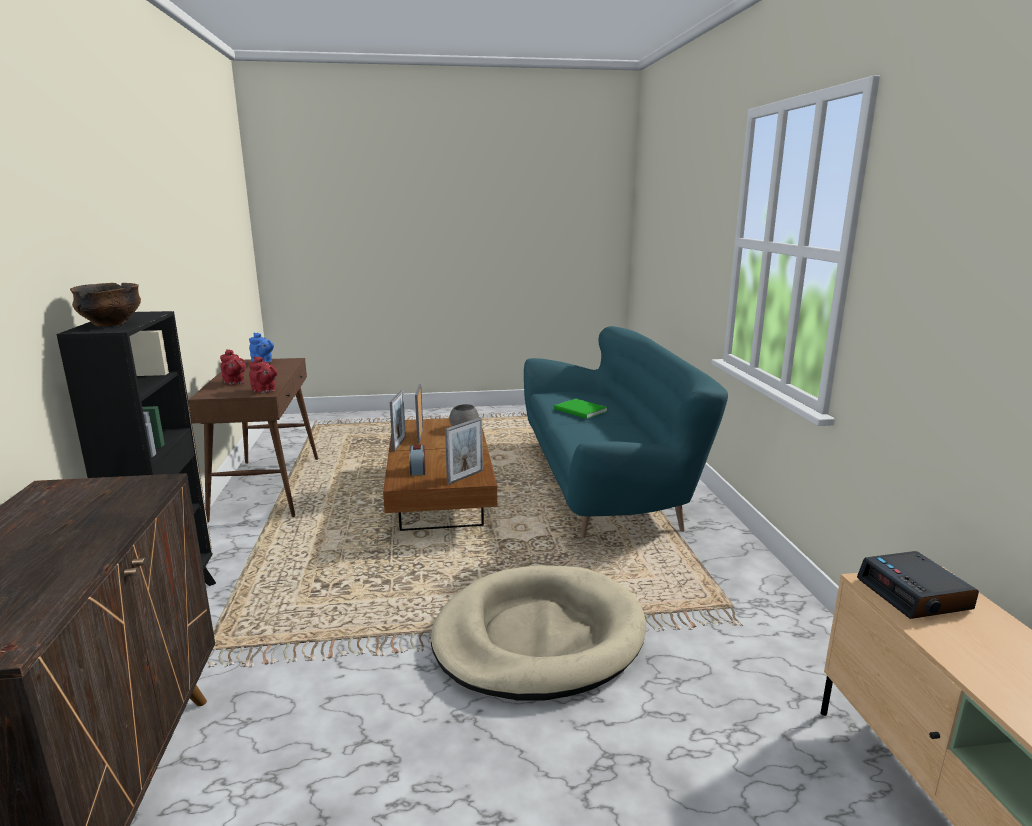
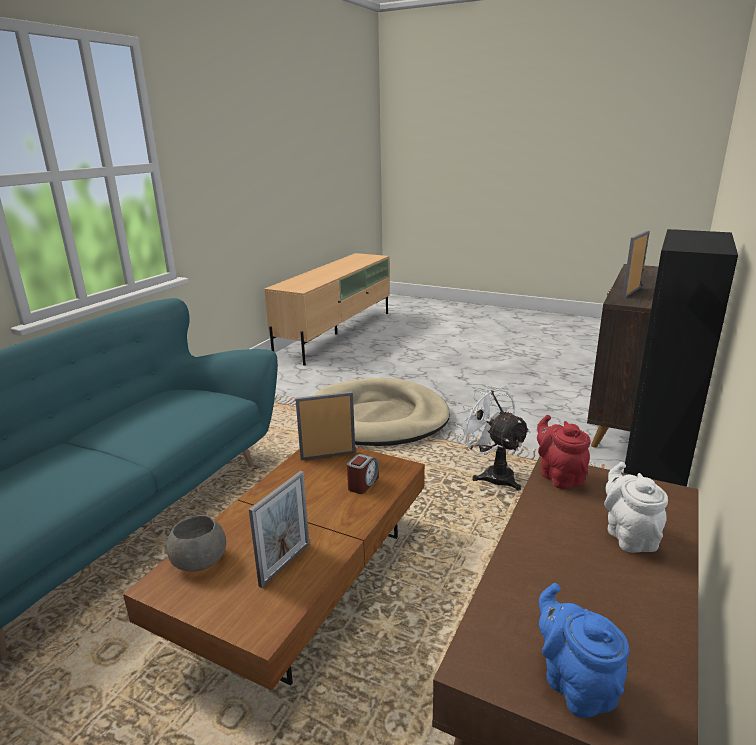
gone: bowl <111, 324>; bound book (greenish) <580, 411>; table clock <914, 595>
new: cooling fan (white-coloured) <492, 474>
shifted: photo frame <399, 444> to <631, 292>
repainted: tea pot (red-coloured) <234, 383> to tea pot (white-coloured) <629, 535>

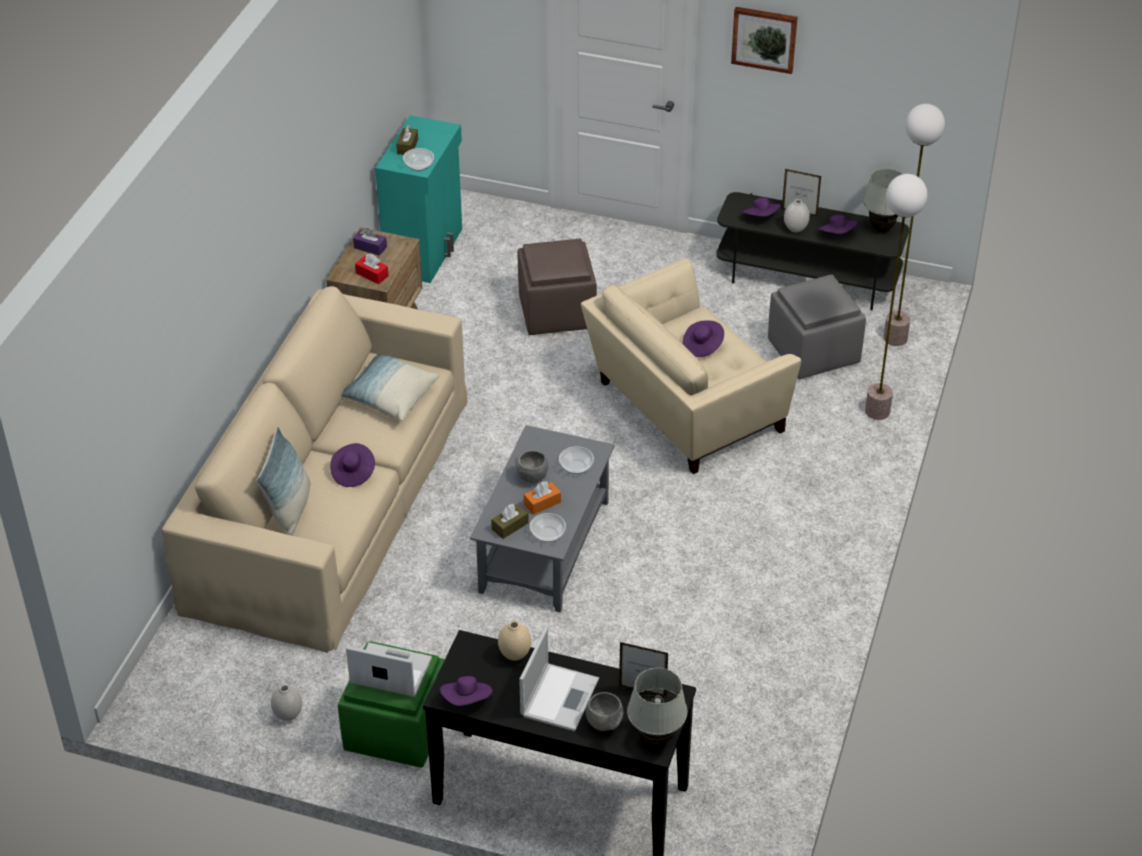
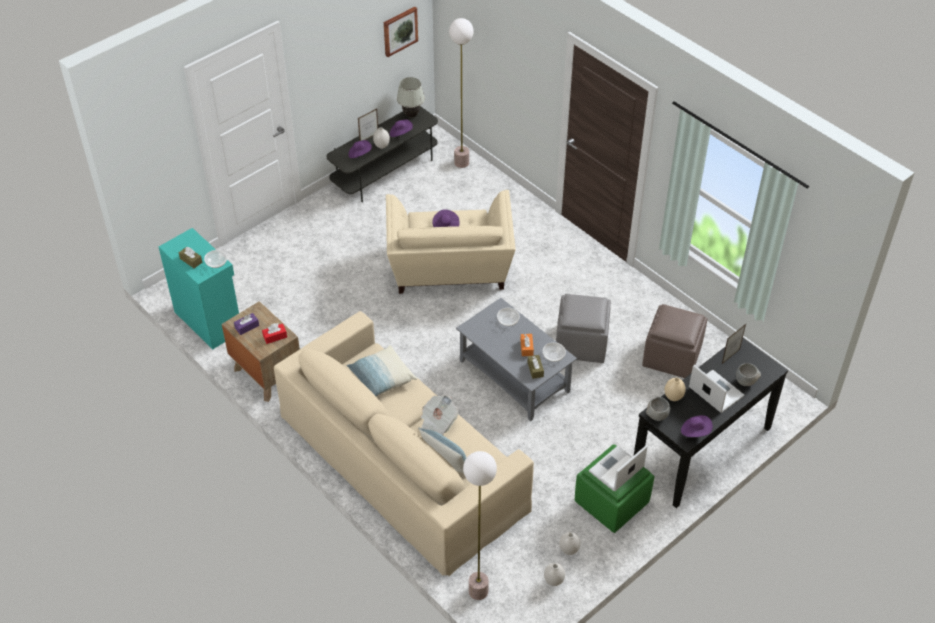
gone: table lamp (white-coloured) <656, 740>
new: flower vase (white-coloured) <554, 581>
shifted: bowl (greyish) <532, 478> to <656, 416>; footrest (brown) <556, 312> to <671, 357>; wall art <764, 38> to <399, 31>; footrest (greyish) <813, 351> to <580, 343>; standing lamp <877, 411> to <478, 591>
swapped: clothing hat (purple-coloured) <353, 473> to printed paper <437, 423>

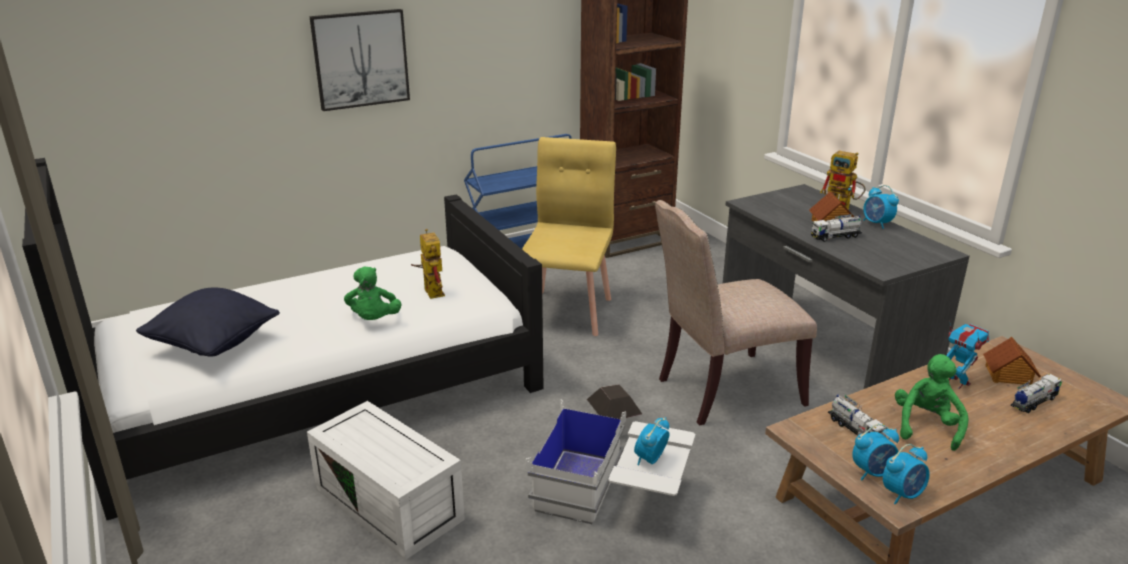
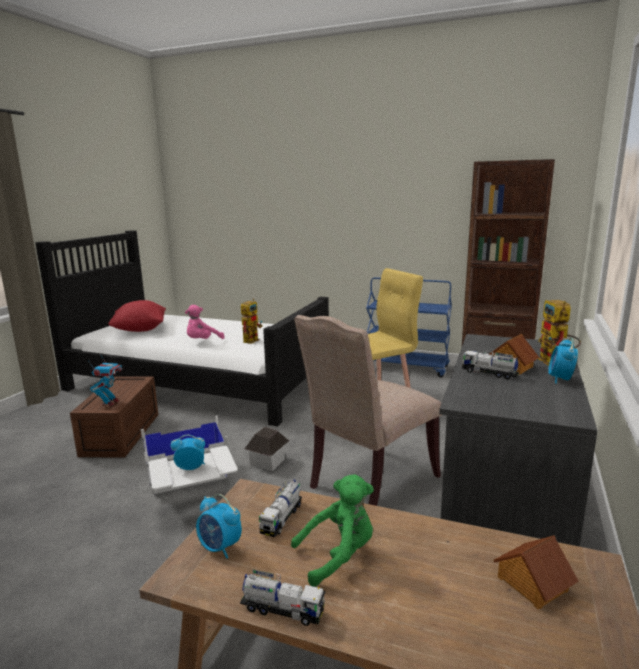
gone: wall art <360, 59>; table clock <902, 494>
shifted: toy robot <956, 382> to <110, 402>; toy lorry <1033, 402> to <282, 610>
repainted: pillow (black-coloured) <214, 345> to pillow (red-coloured) <140, 330>; storage box (white-coloured) <392, 504> to storage box (brown) <122, 434>; plush toy (greenish) <374, 320> to plush toy (pink-coloured) <202, 341>
rotated: upright chair (beige-coloured) <723, 391> = <369, 483> 75 degrees counterclockwise

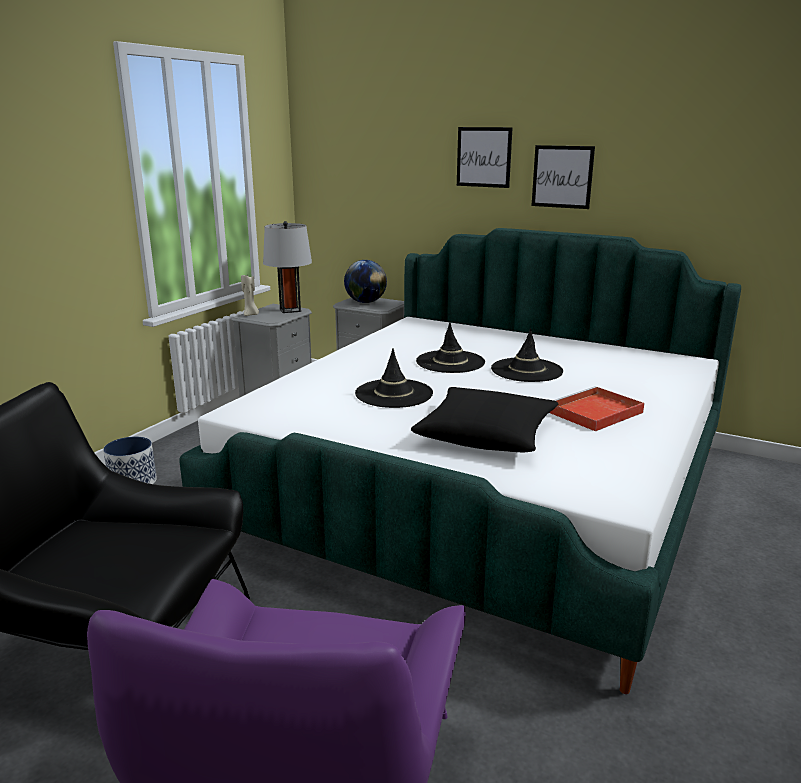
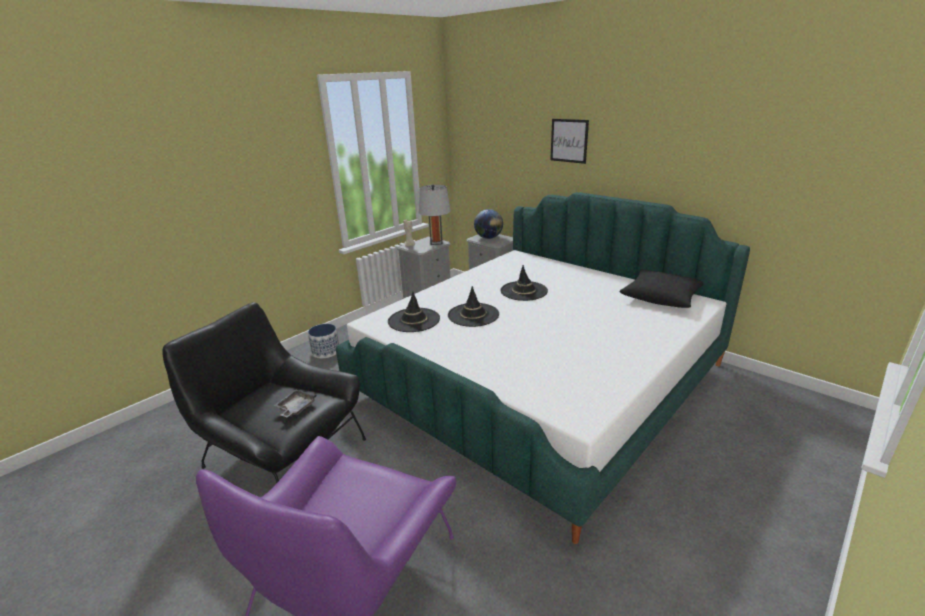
gone: wall art <562, 177>; carrying tray (red-coloured) <594, 413>
new: carrying tray (greyish) <295, 408>
shifted: pillow (black-coloured) <486, 433> to <661, 296>; clothing hat (black-coloured) <526, 370> to <413, 320>

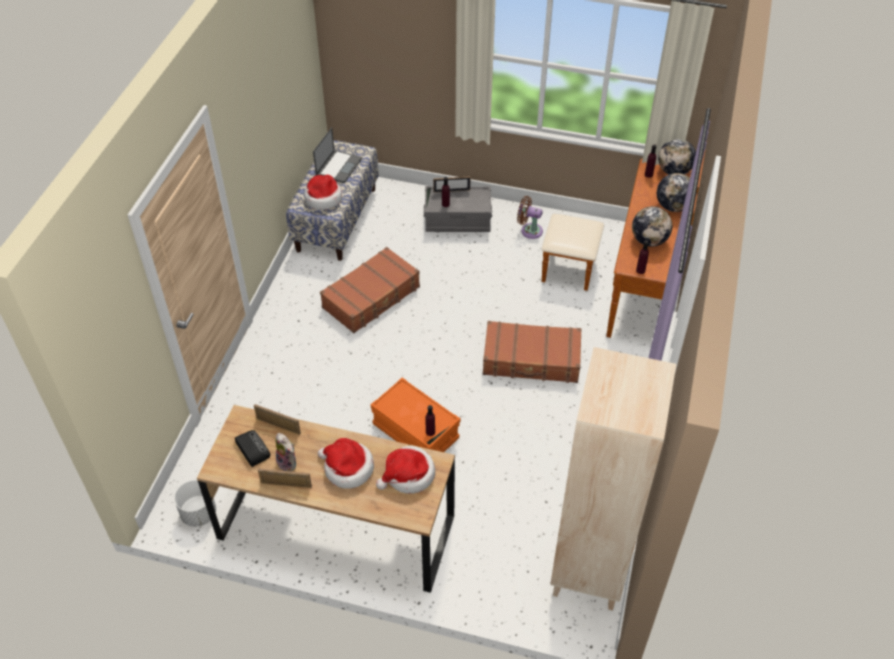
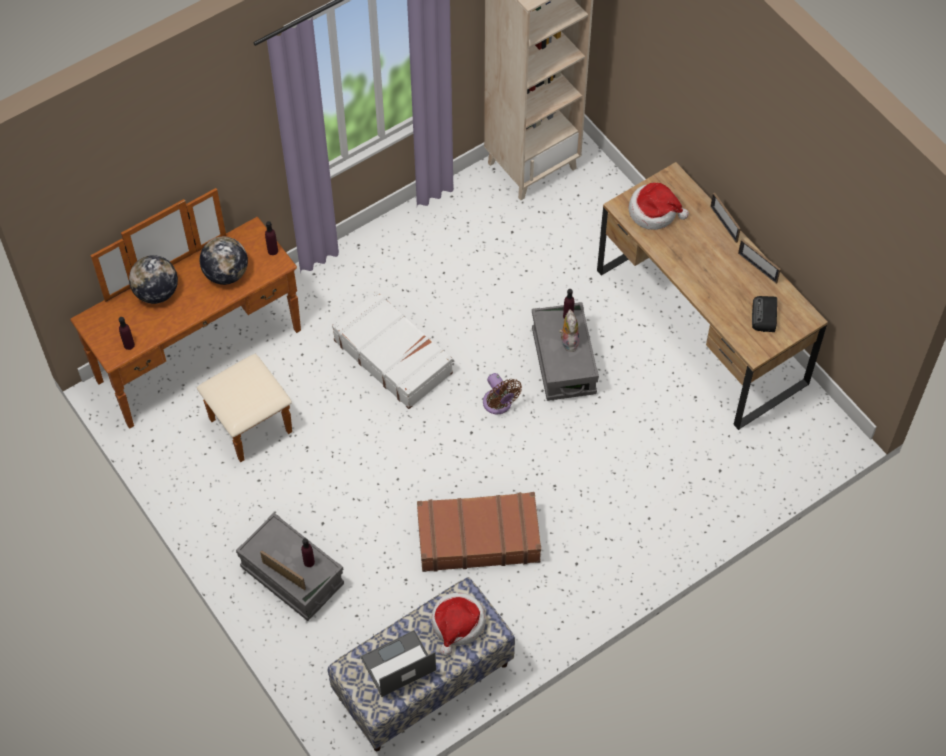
gone: planter (white-coloured) <198, 513>; clothing hat <347, 468>; world globe <674, 171>
shifted: photo frame <278, 426> to <724, 224>; plush toy <288, 463> to <568, 341>; cooling fan (brown) <529, 230> to <499, 404>
repainted: storage box (orangey) <415, 432> to storage box (greyish) <563, 362>; piece of luggage (brown) <531, 360> to piece of luggage (white-coloured) <393, 356>

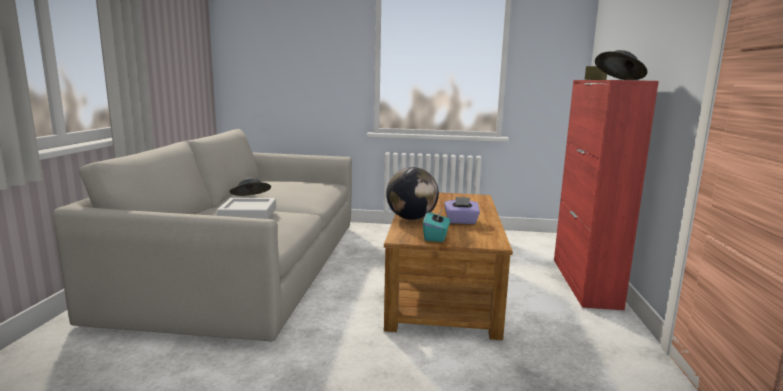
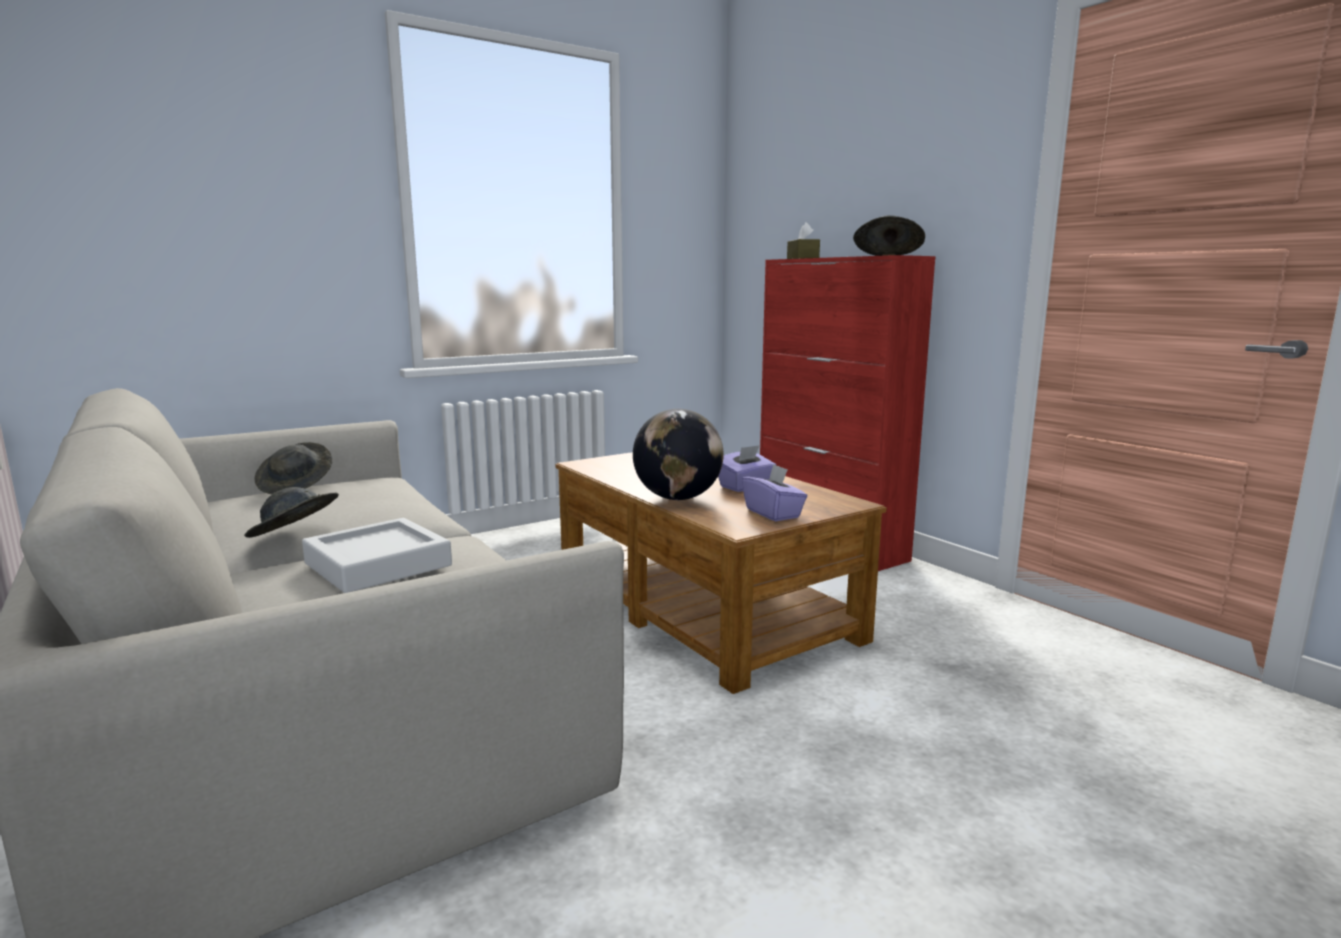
new: clothing hat (greyish) <296, 486>
repainted: tissue holder (turquoise) <436, 237> to tissue holder (purple-coloured) <773, 513>

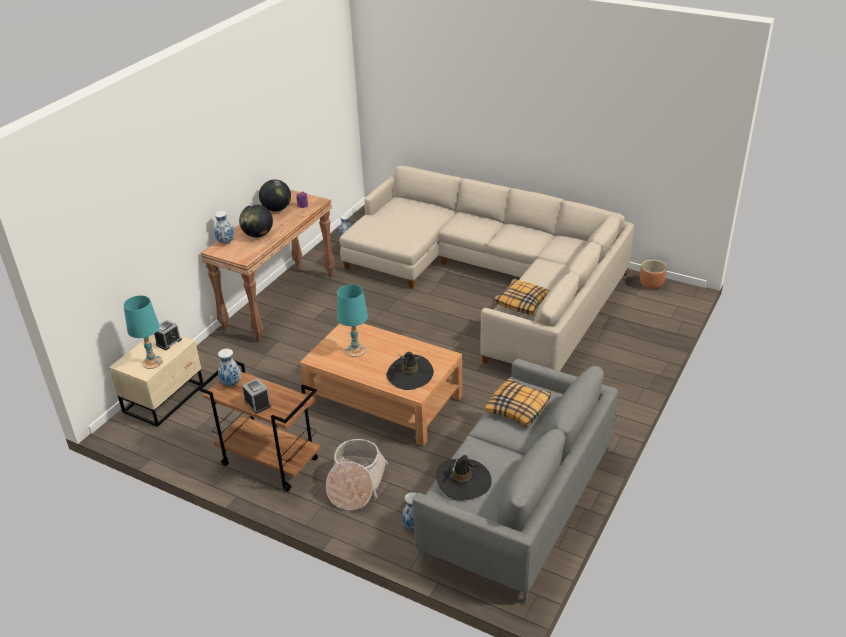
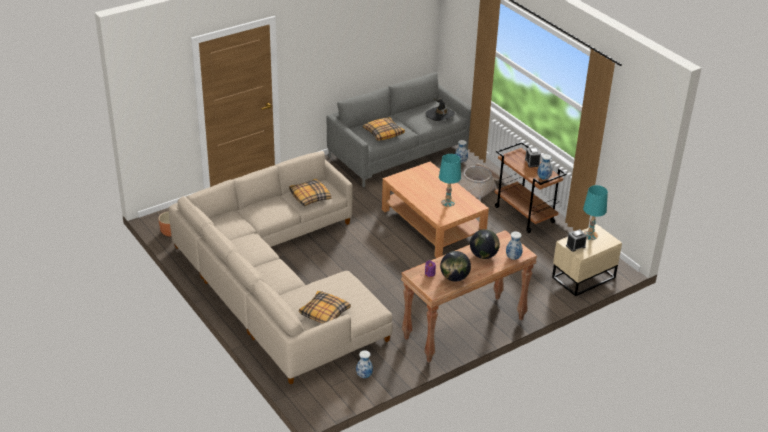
gone: clothing hat (black-coloured) <410, 374>
new: pillow <324, 313>

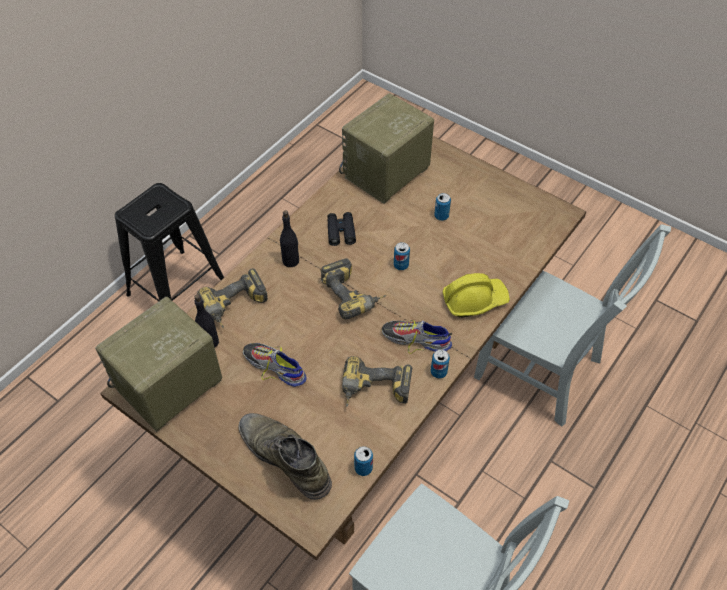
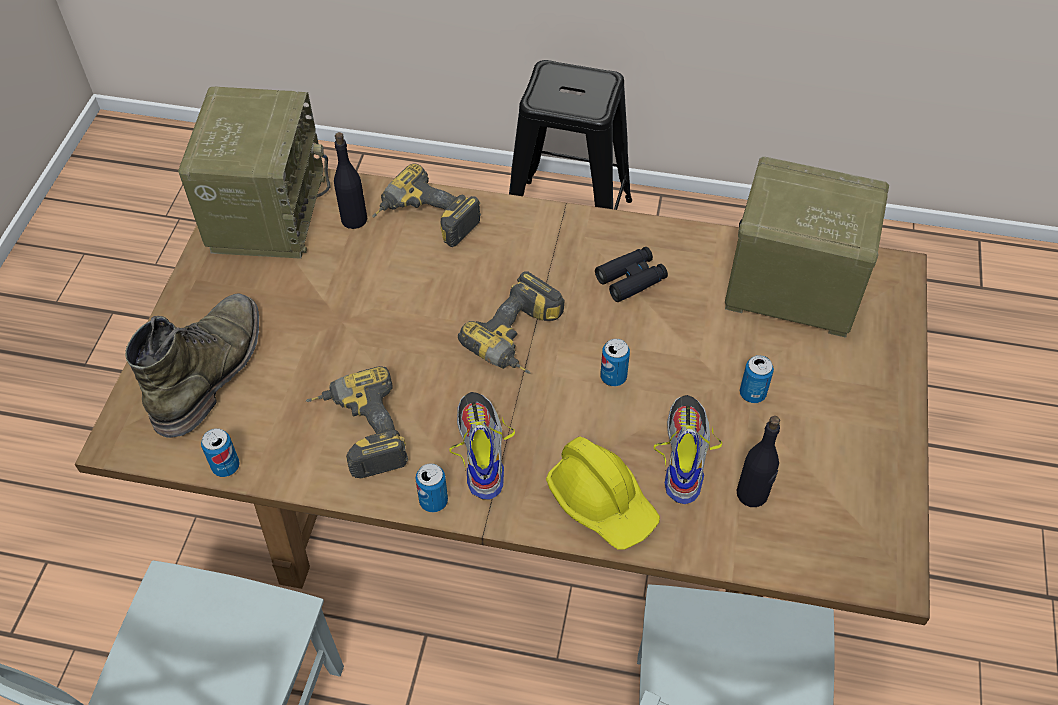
shifted: item of footwear <274, 366> to <684, 452>; bottle (black-coloured) <291, 261> to <752, 494>
rotated: radio receiver <169, 387> = <266, 211> 75 degrees clockwise

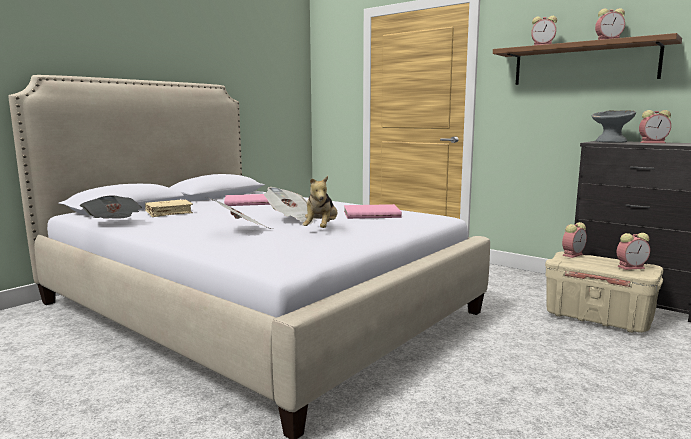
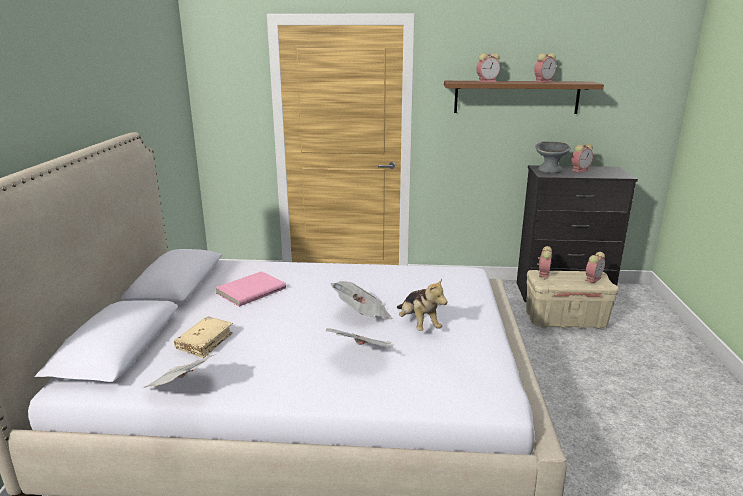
gone: bound book (pink-coloured) <371, 214>

